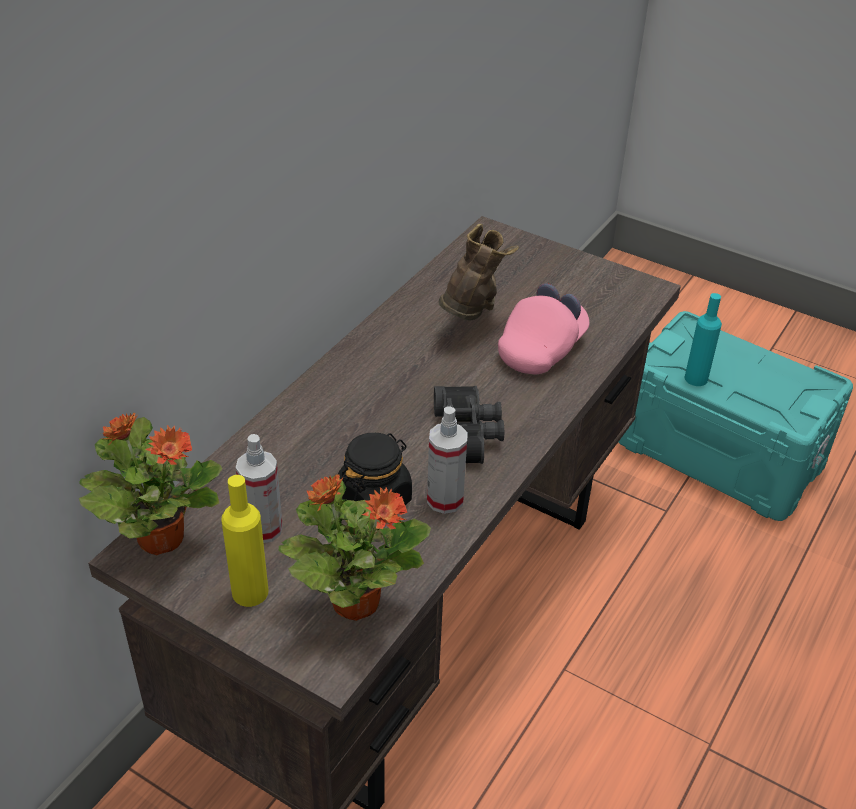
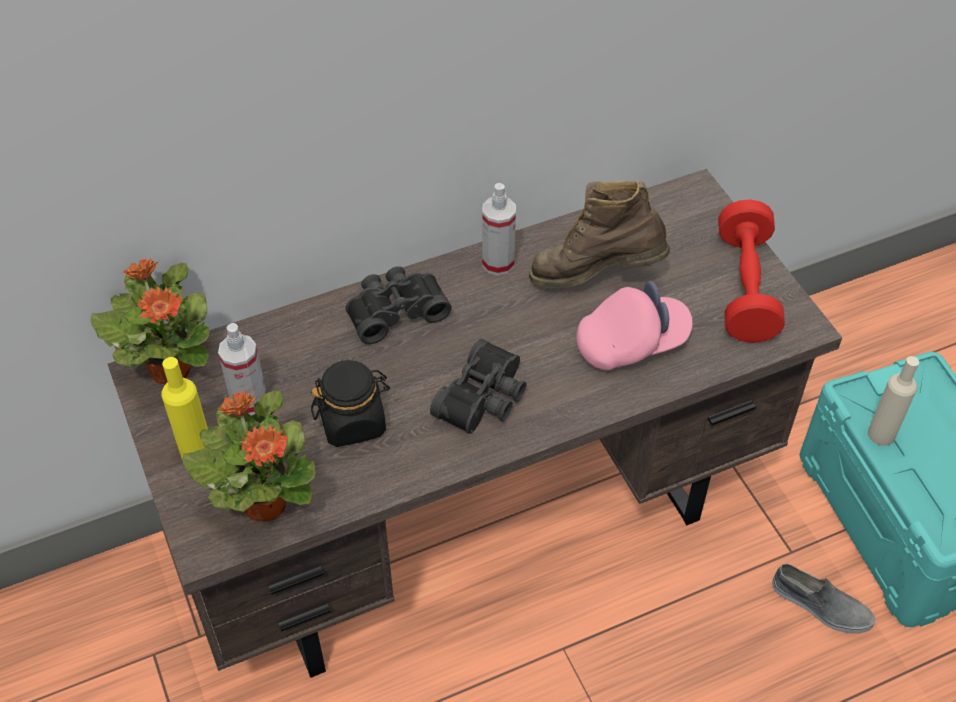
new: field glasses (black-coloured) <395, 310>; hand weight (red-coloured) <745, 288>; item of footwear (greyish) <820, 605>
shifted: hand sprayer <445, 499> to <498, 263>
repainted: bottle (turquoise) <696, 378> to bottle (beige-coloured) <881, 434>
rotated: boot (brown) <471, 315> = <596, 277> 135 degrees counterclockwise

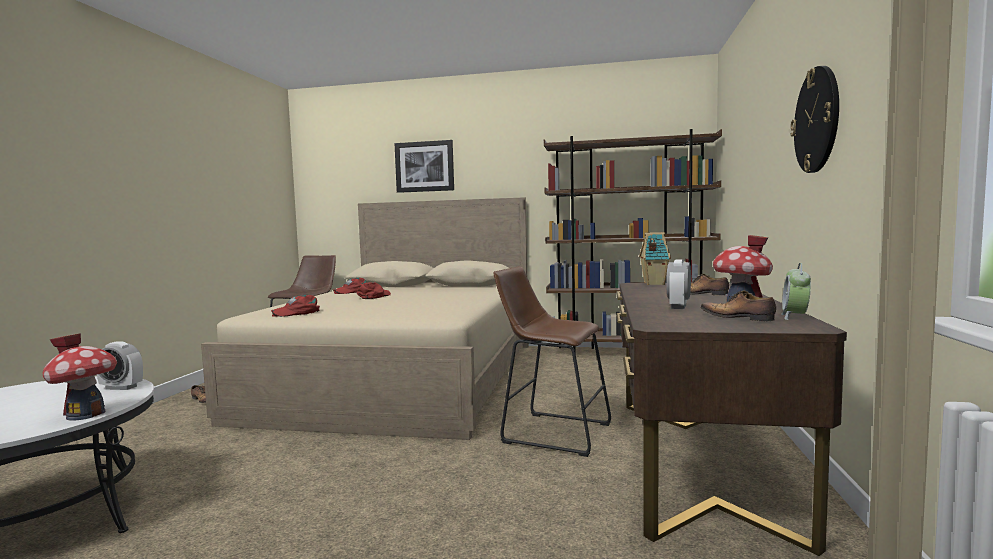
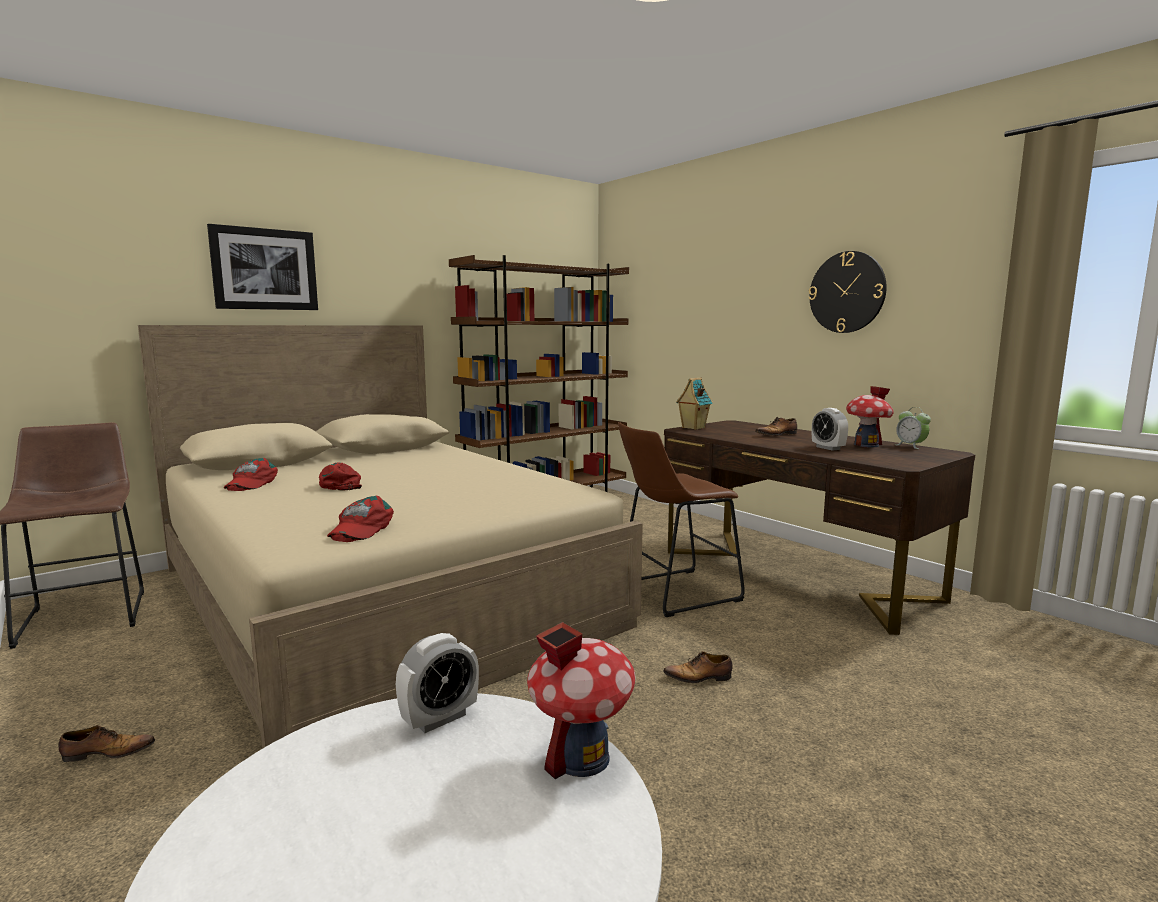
shifted: item of footwear <737, 318> to <699, 678>

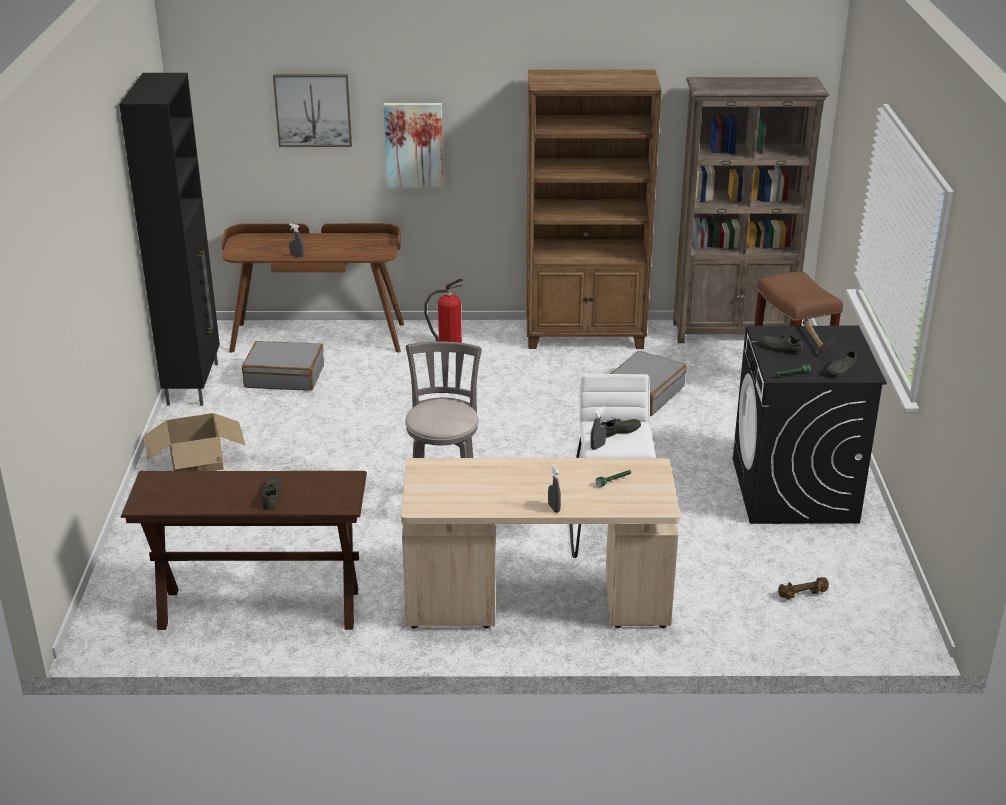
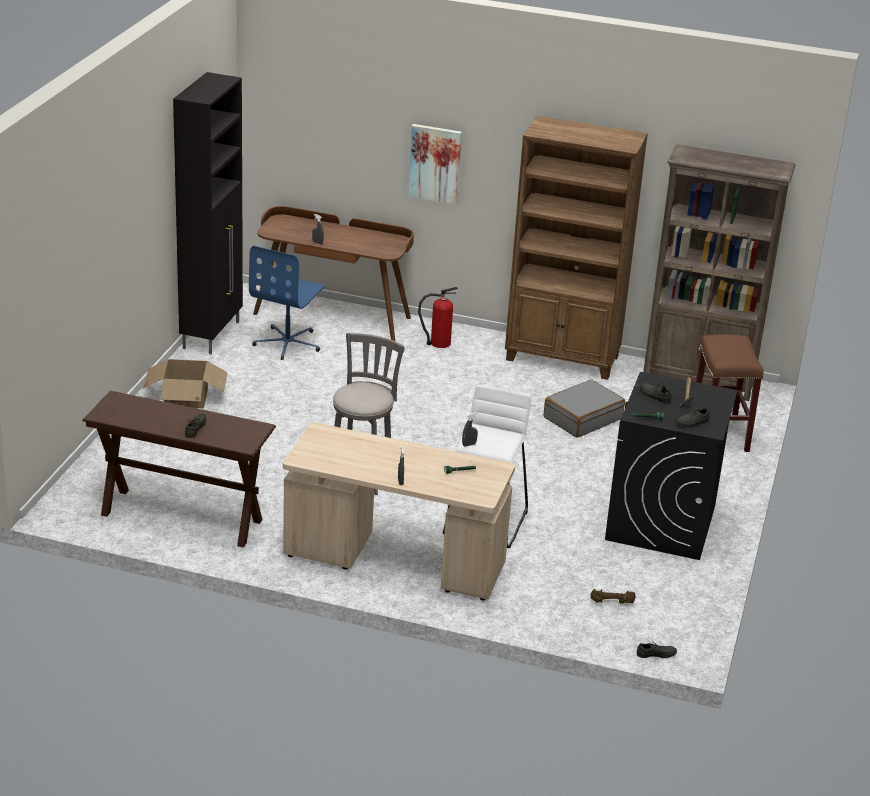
gone: wall art <313, 110>
shifted: item of footwear (greyish) <620, 432> to <656, 655>
swapped: piece of luggage (greyish) <285, 376> to desk chair (bluish) <288, 343>

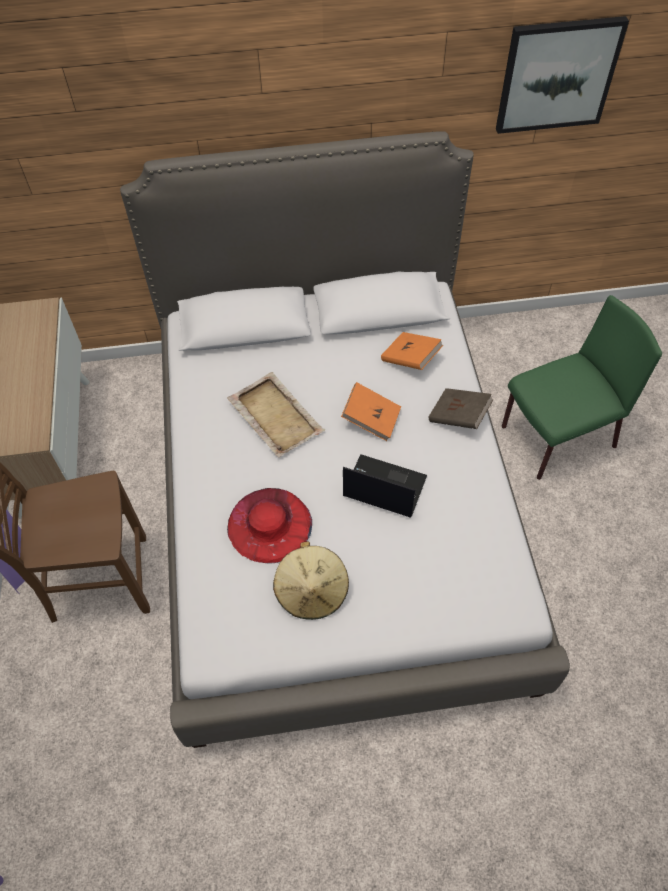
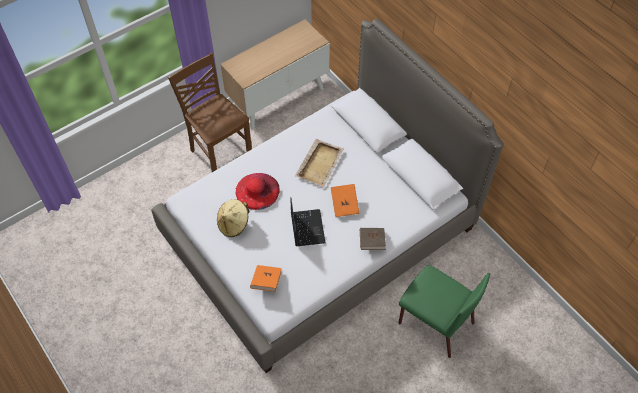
gone: wall art <557, 75>
shifted: bound book (orangey) <410, 359> to <266, 282>

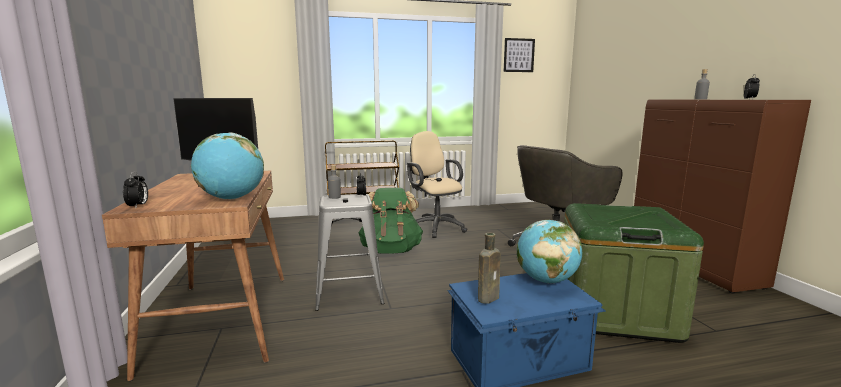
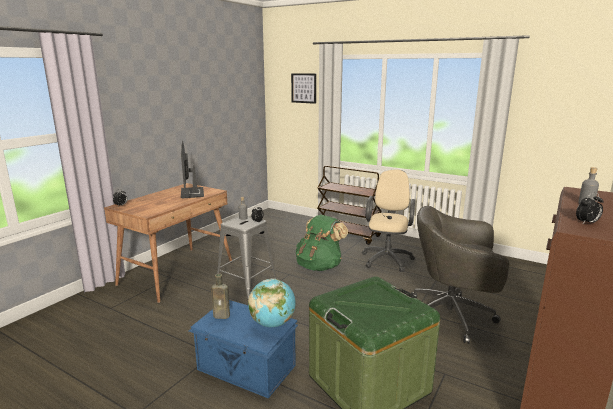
gone: world globe <232, 198>
shifted: wall art <519, 55> to <303, 88>

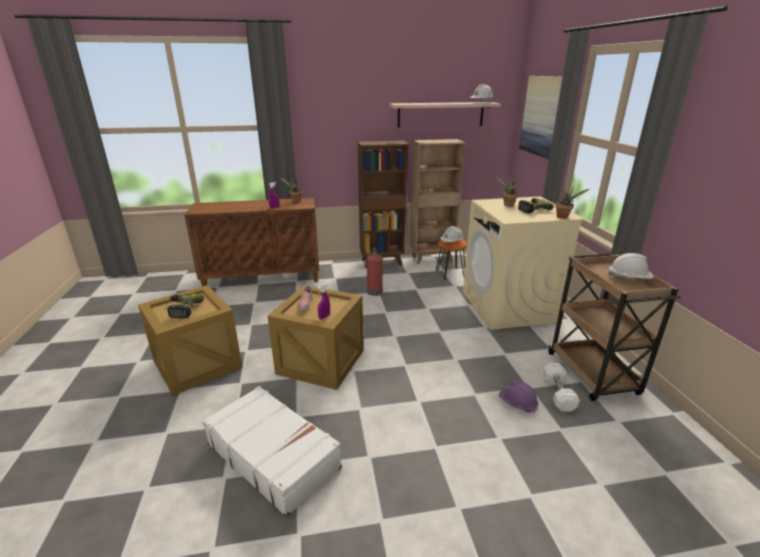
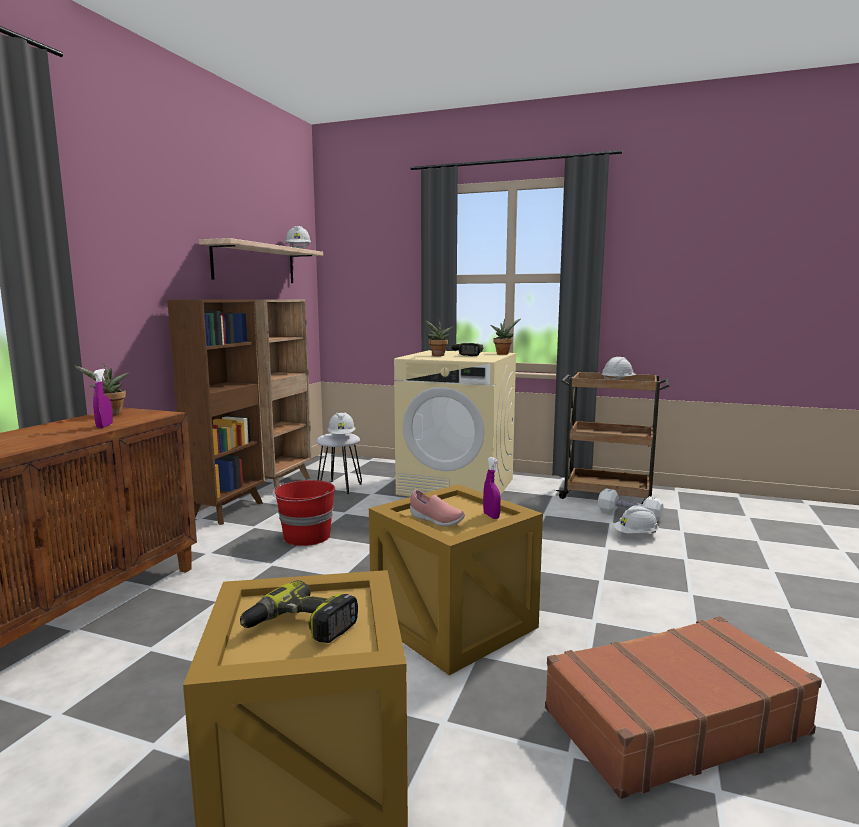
gone: wall art <542, 116>
swapped: fire-fighting cylinder <374, 291> to bucket (red-coloured) <306, 537>
repainted: piece of luggage (white-coloured) <273, 455> to piece of luggage (brown) <673, 720>; stool seat (orangey) <450, 274> to stool seat (white-coloured) <339, 487>; hard hat (purple-coloured) <517, 404> to hard hat (white-coloured) <636, 535>

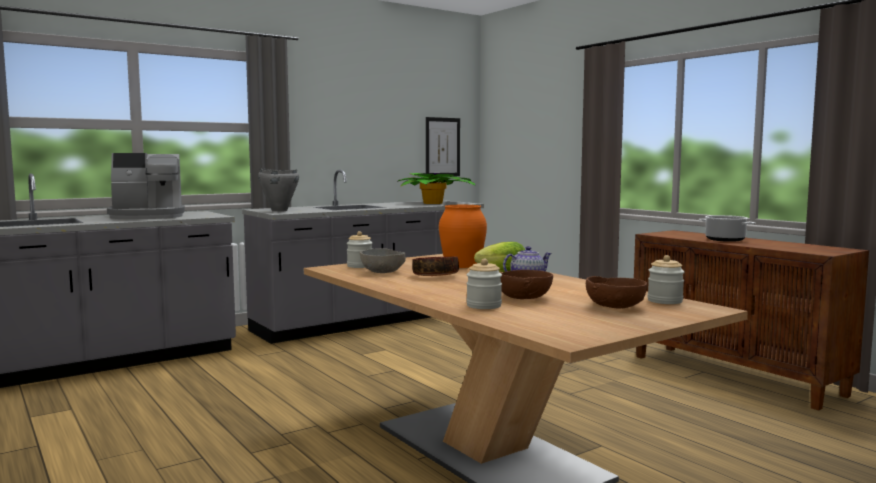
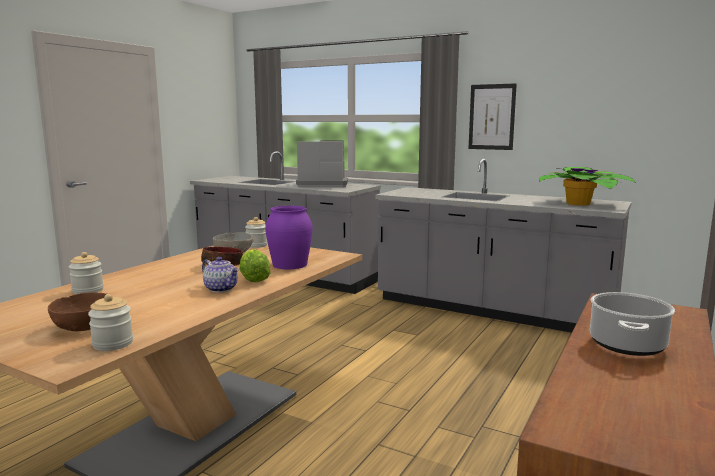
gone: stockpot (greyish) <279, 210>; bowl (brown) <524, 297>
shifted: wall art <442, 147> to <492, 117>
repainted: flower vase (orangey) <462, 265> to flower vase (purple-coloured) <290, 264>
rotated: coffee brewer <148, 216> = <322, 185> 135 degrees clockwise

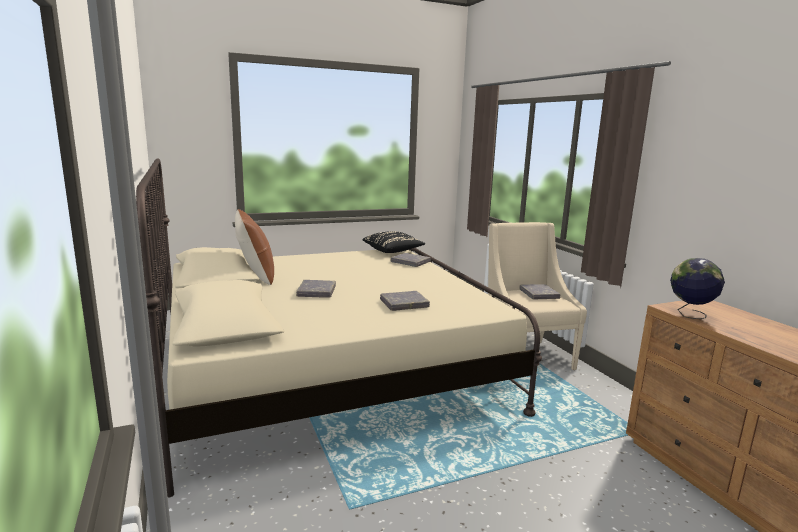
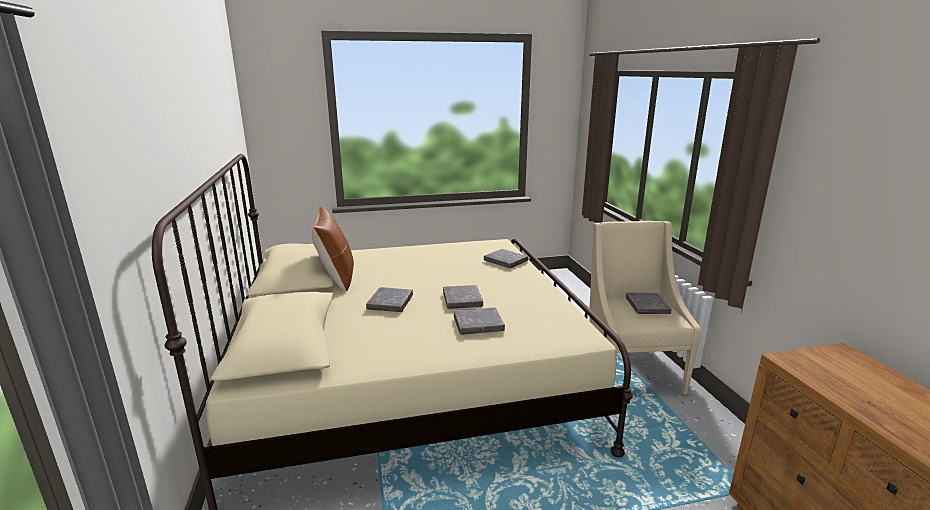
gone: pillow (black-coloured) <393, 251>; world globe <690, 315>
new: bound book (greyish) <462, 300>

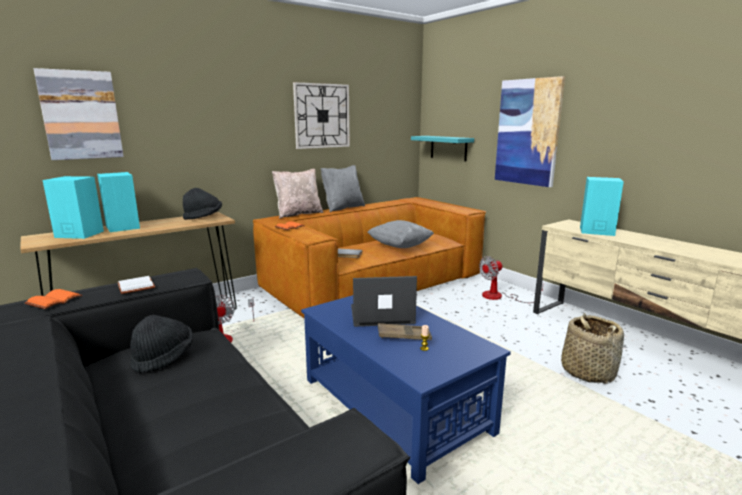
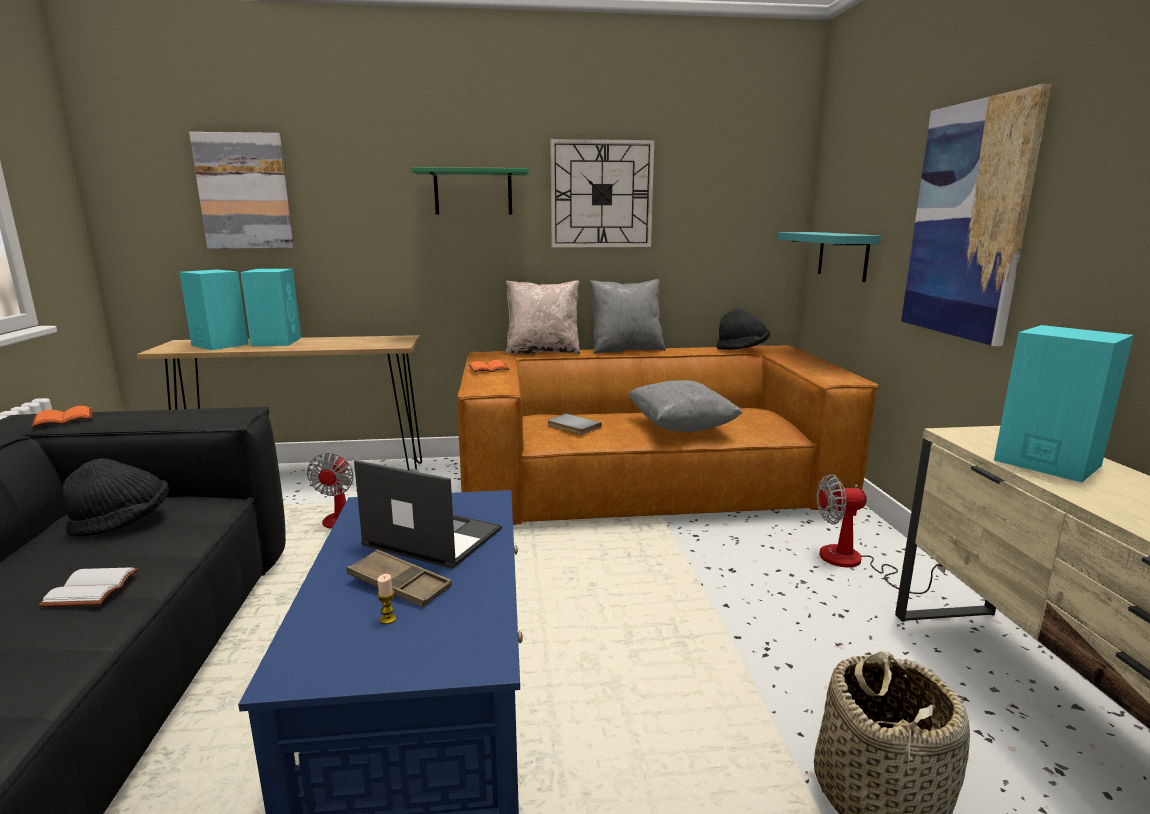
new: shelf (greenish) <473, 192>
shifted: bound book (white-coloured) <137, 286> to <93, 590>; clothing hat (black-coloured) <203, 217> to <742, 349>

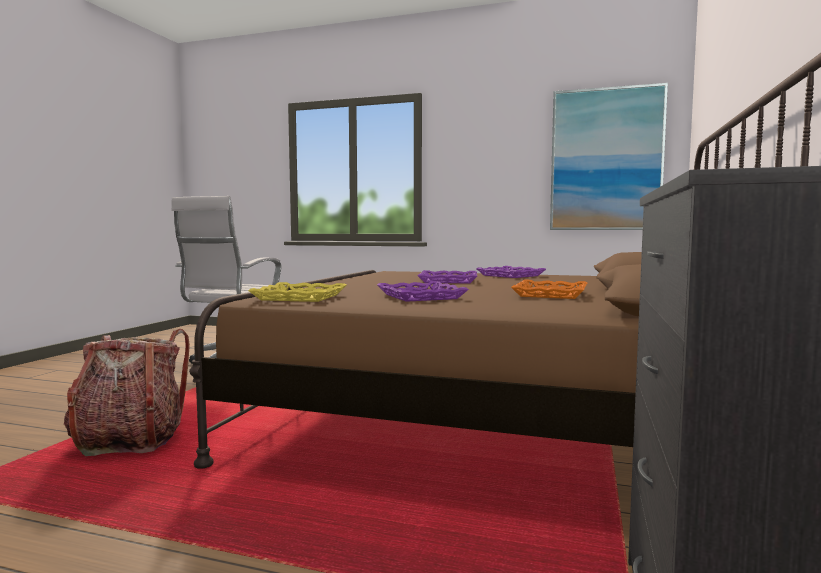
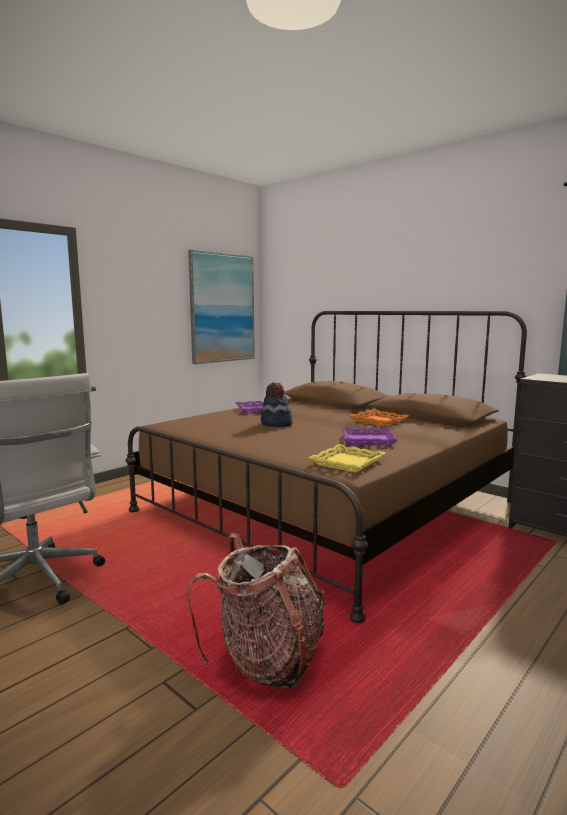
swapped: carrying tray (purple-coloured) <448, 281> to clothing hat <276, 424>

